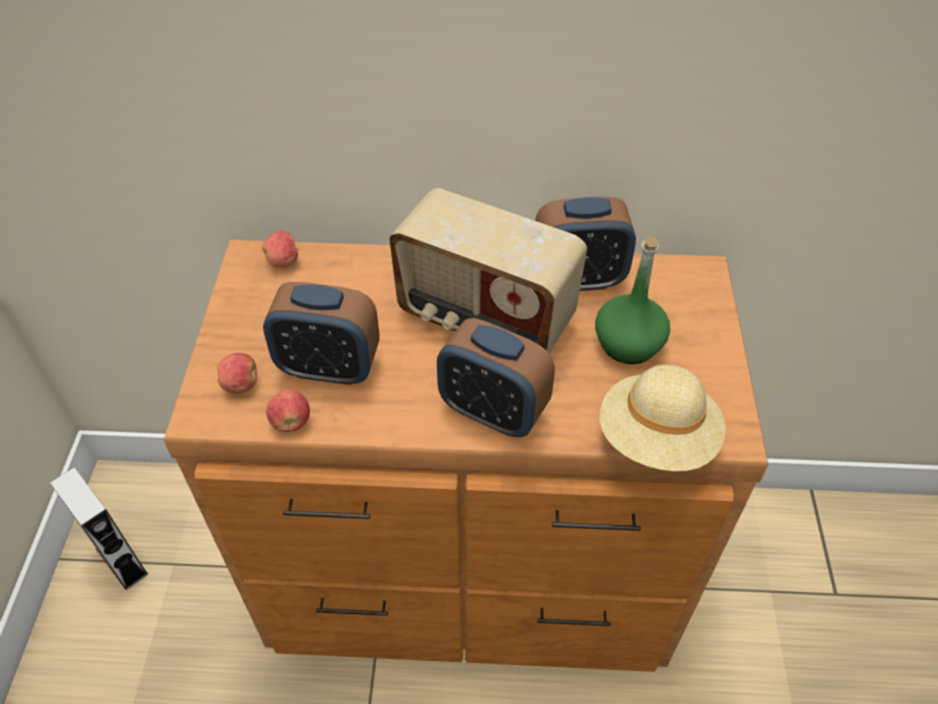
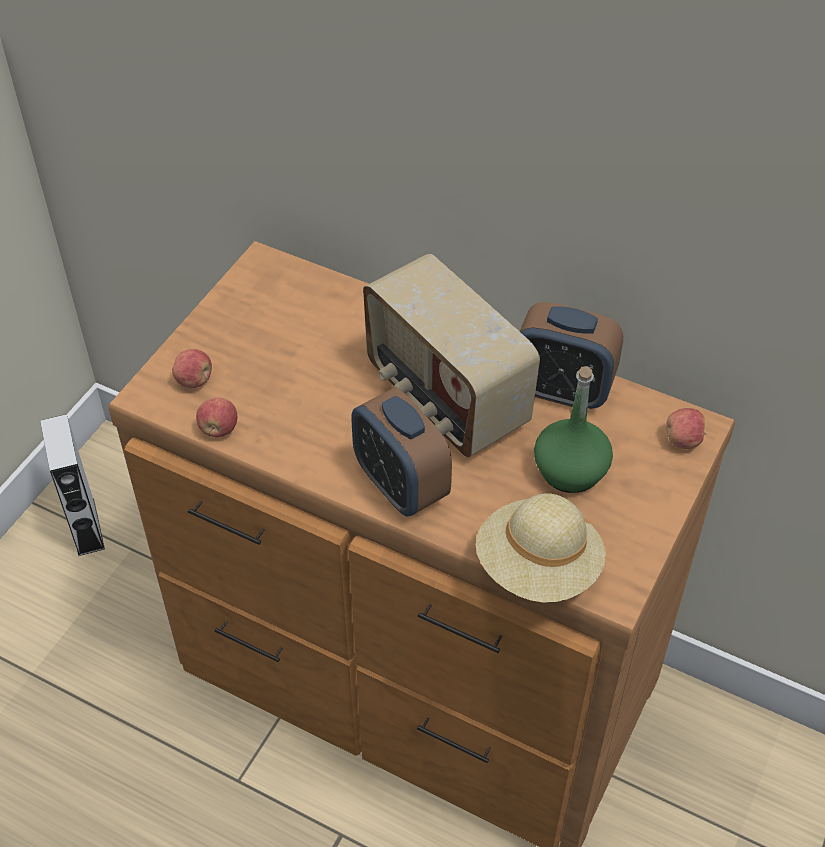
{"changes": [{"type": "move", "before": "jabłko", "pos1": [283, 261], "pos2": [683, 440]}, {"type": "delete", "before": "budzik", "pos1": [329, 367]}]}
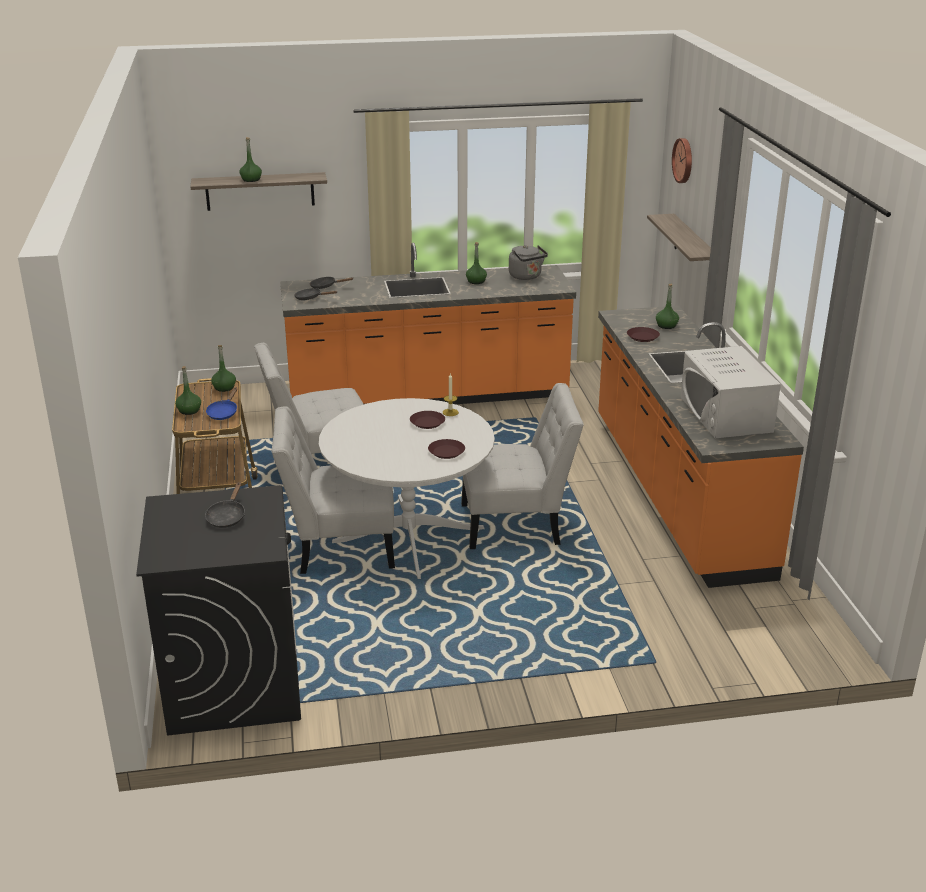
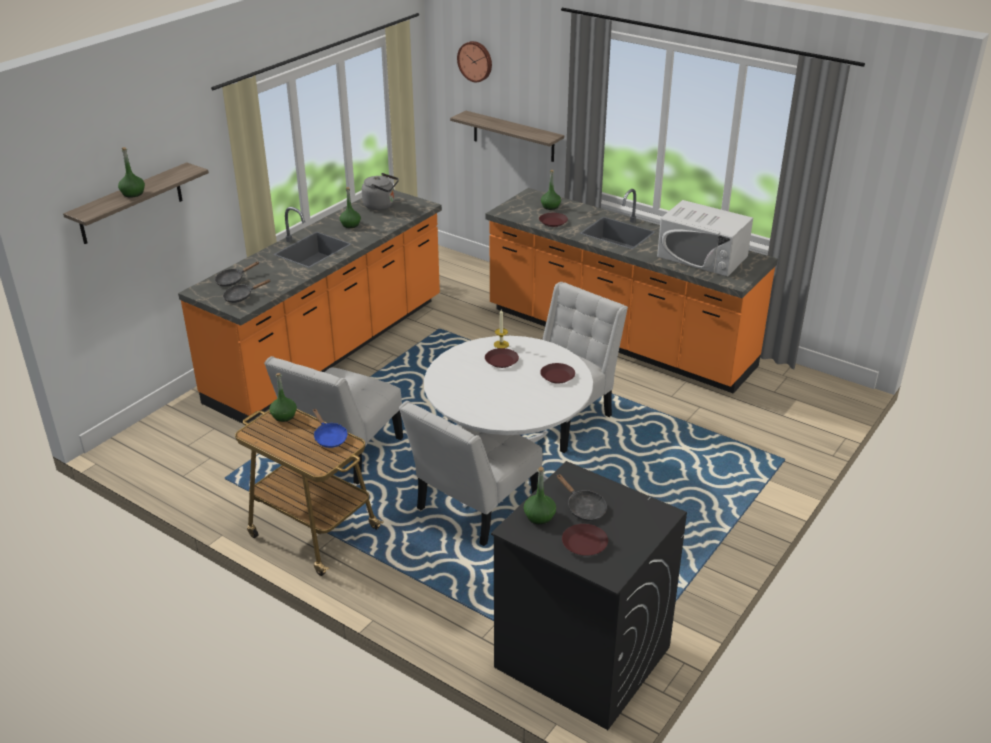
{"changes": [{"type": "move", "before": "butelka/zielony", "pos1": [189, 410], "pos2": [539, 517]}, {"type": "insert", "after": "talerz/brązowy", "pos2": [584, 544]}]}
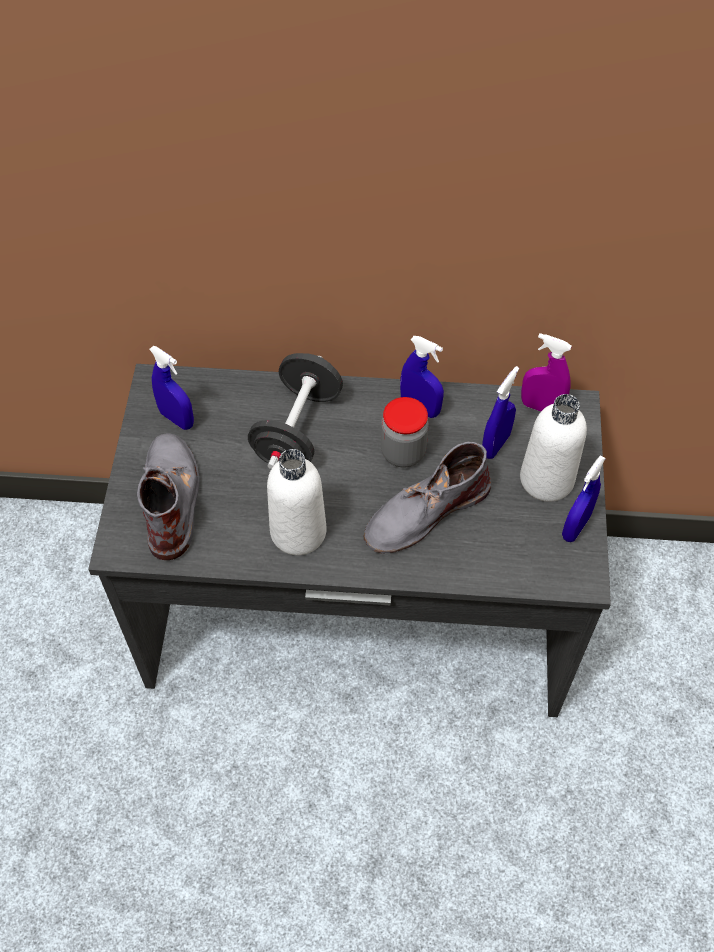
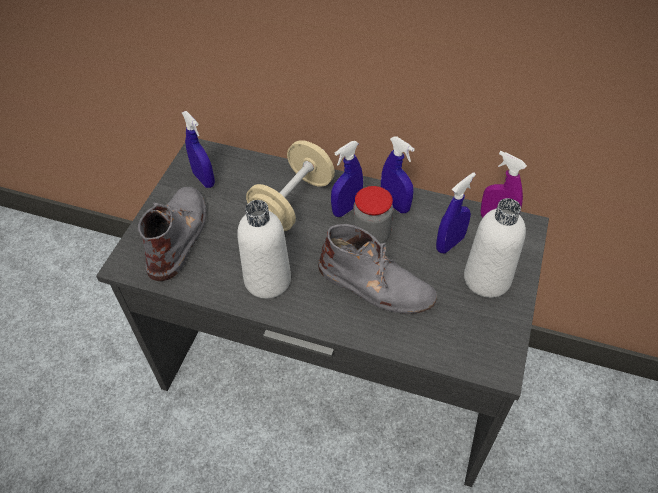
{"changes": [{"type": "recolor", "before": "hantel/czarny", "after": "hantel/beżowy", "pos1": [297, 430], "pos2": [292, 203]}, {"type": "rotate", "before": "but z cholewką/szary", "pos1": [425, 512], "pos2": [376, 285], "turn": -135}, {"type": "move", "before": "spryskiwacz/niebieski", "pos1": [575, 527], "pos2": [346, 208]}]}
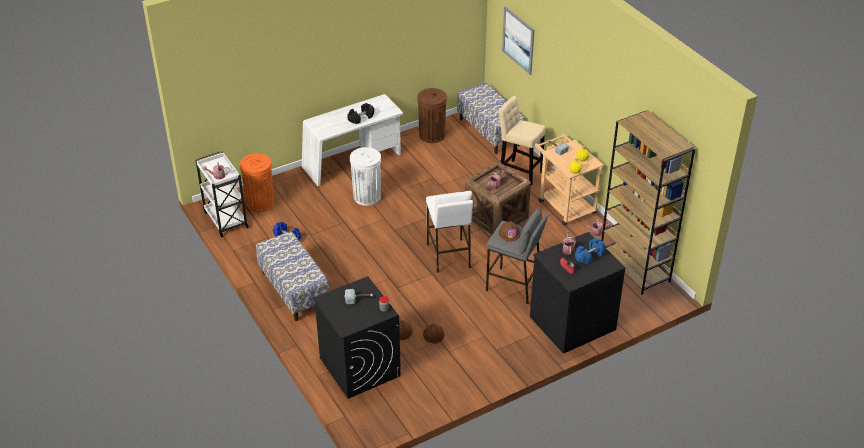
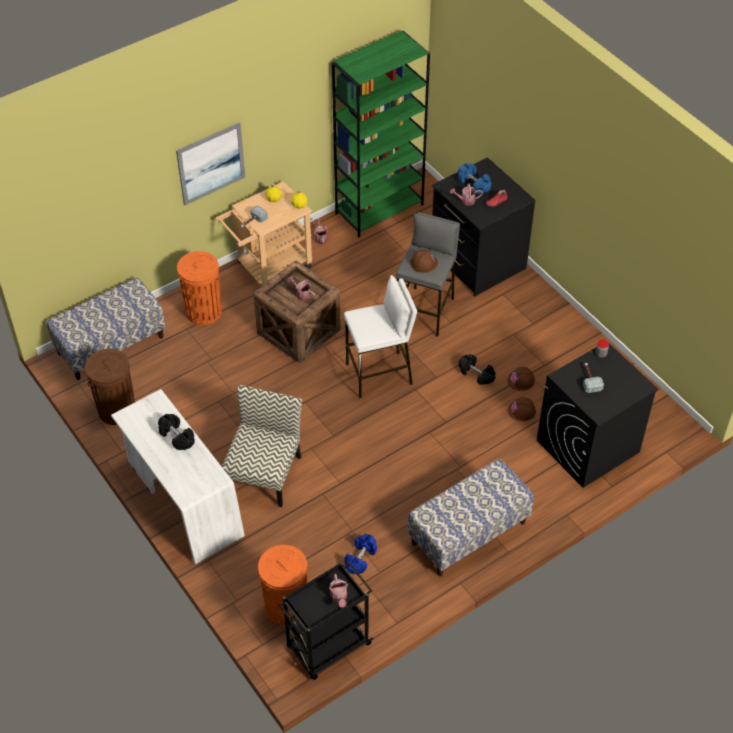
{"changes": [{"type": "move", "before": "obraz", "pos1": [518, 40], "pos2": [211, 163]}, {"type": "replace", "before": "stołek/beżowy", "after": "kosz na śmieci/pomarańczowy", "pos1": [519, 172], "pos2": [203, 311]}, {"type": "recolor", "before": "regał/brązowy", "after": "regał/zielony", "pos1": [635, 267], "pos2": [379, 209]}, {"type": "replace", "before": "kosz na śmieci/biały", "after": "krzesło", "pos1": [367, 197], "pos2": [264, 473]}, {"type": "recolor", "before": "wózek/biały", "after": "wózek/czarny", "pos1": [225, 219], "pos2": [327, 647]}, {"type": "insert", "after": "hantel/czarny", "pos2": [476, 374]}]}
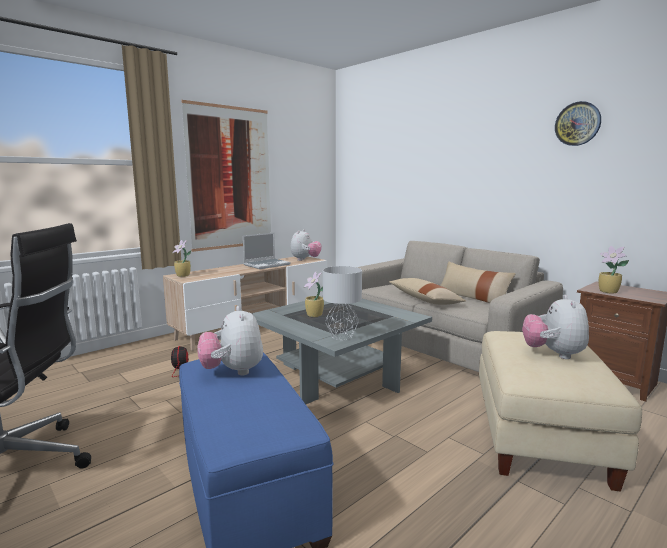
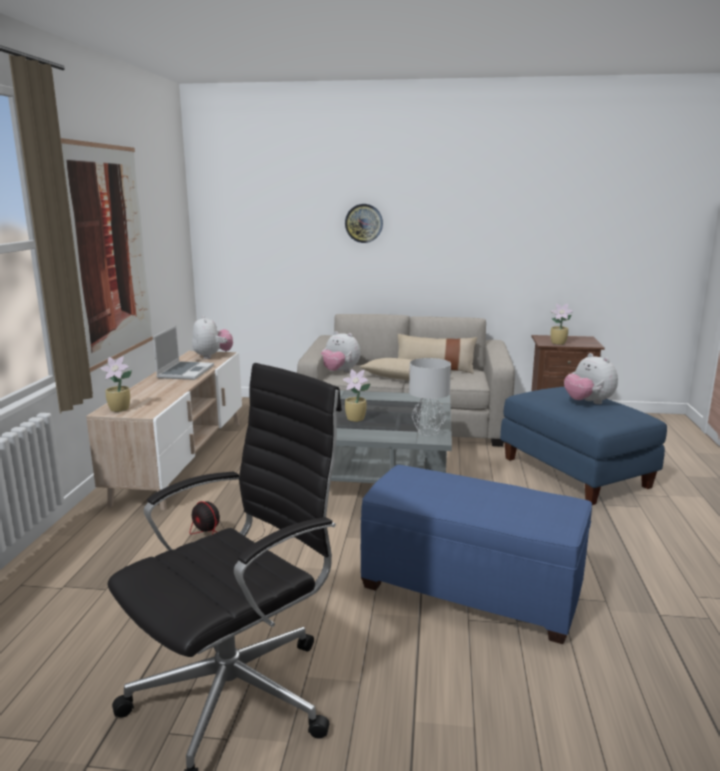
{"changes": [{"type": "move", "before": "zegar ścienny", "pos1": [577, 124], "pos2": [364, 223]}, {"type": "move", "before": "pluszak", "pos1": [233, 371], "pos2": [340, 371]}, {"type": "recolor", "before": "pufa/beżowy", "after": "pufa/niebieski", "pos1": [541, 436], "pos2": [576, 472]}]}
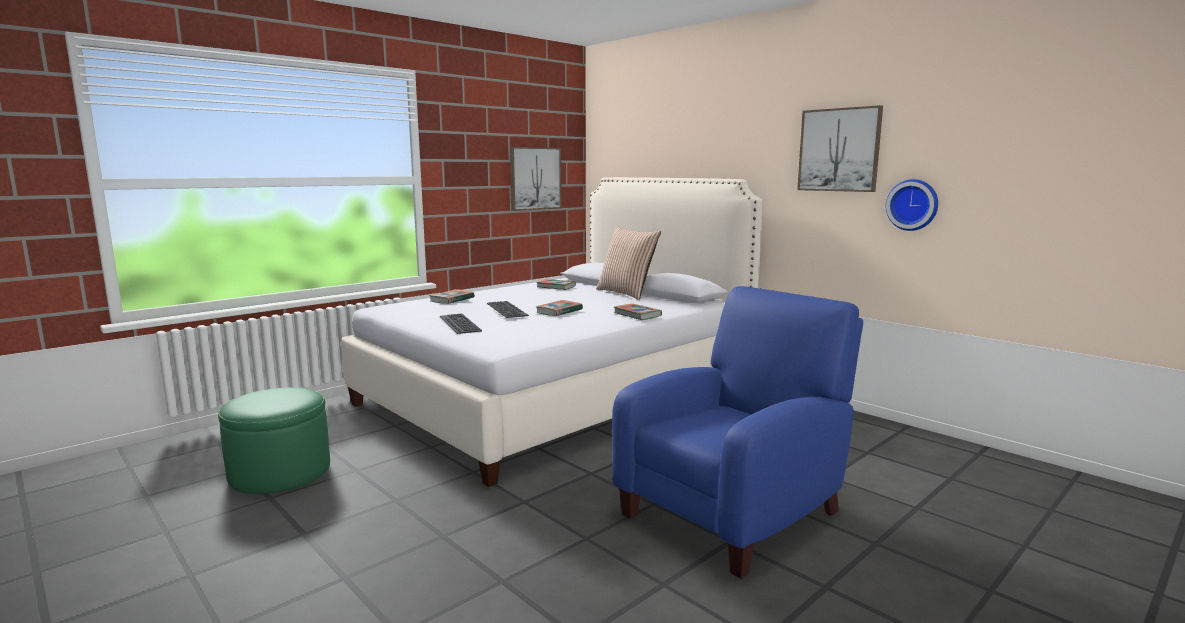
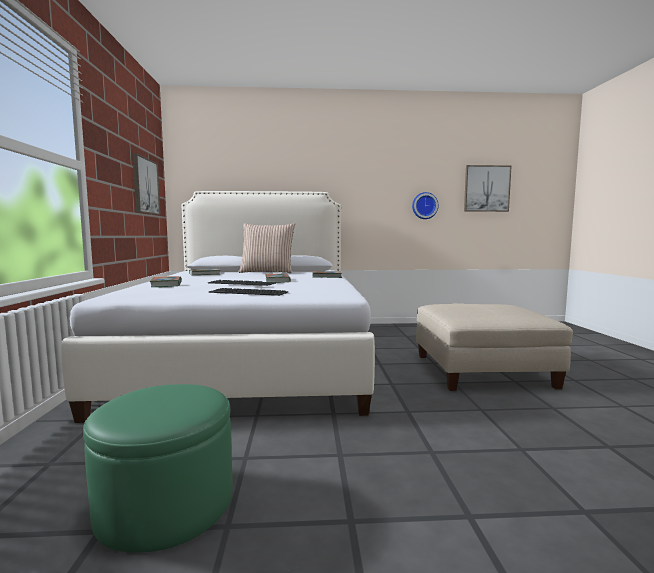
{"changes": [{"type": "move", "before": "obraz", "pos1": [839, 150], "pos2": [486, 188]}, {"type": "replace", "before": "fotel/niebieski", "after": "pufa/beżowy", "pos1": [736, 511], "pos2": [482, 370]}]}
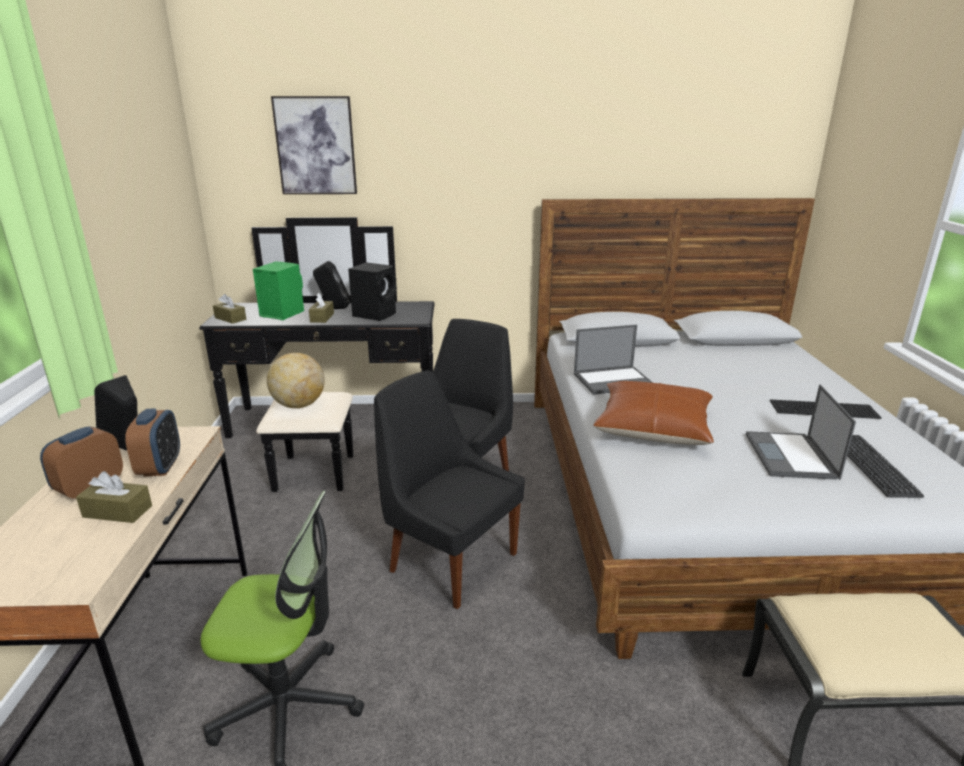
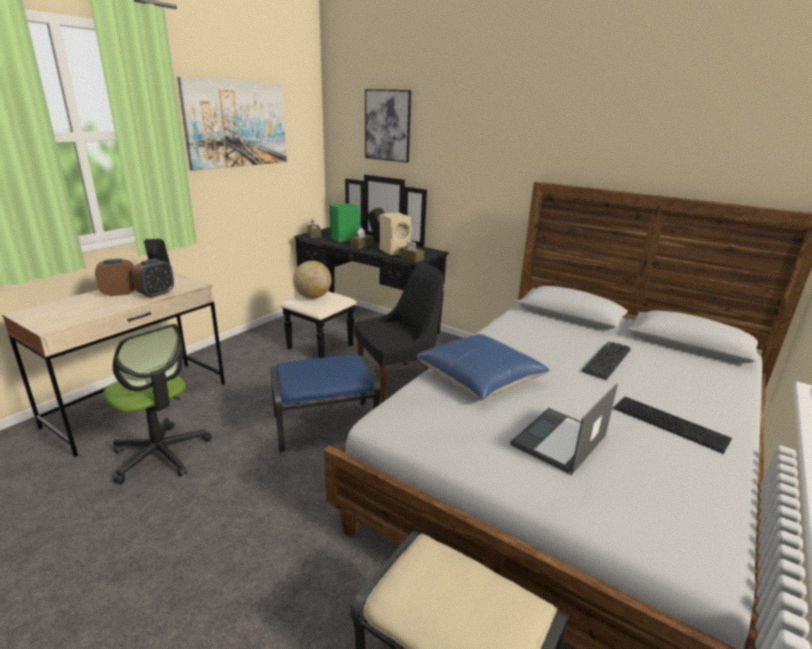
{"changes": [{"type": "recolor", "before": "głośnik/czarny", "after": "głośnik/beżowy", "pos1": [375, 314], "pos2": [395, 251]}, {"type": "delete", "before": "laptop", "pos1": [614, 380]}, {"type": "replace", "before": "krzesło/czarny", "after": "pufa/niebieski", "pos1": [449, 560], "pos2": [326, 425]}, {"type": "recolor", "before": "poduszka/brązowy", "after": "poduszka/niebieski", "pos1": [653, 427], "pos2": [479, 378]}, {"type": "move", "before": "klawiatura", "pos1": [872, 466], "pos2": [607, 360]}, {"type": "move", "before": "pudełko chusteczek/brązowy", "pos1": [117, 511], "pos2": [411, 258]}, {"type": "insert", "after": "obraz", "pos2": [236, 124]}]}
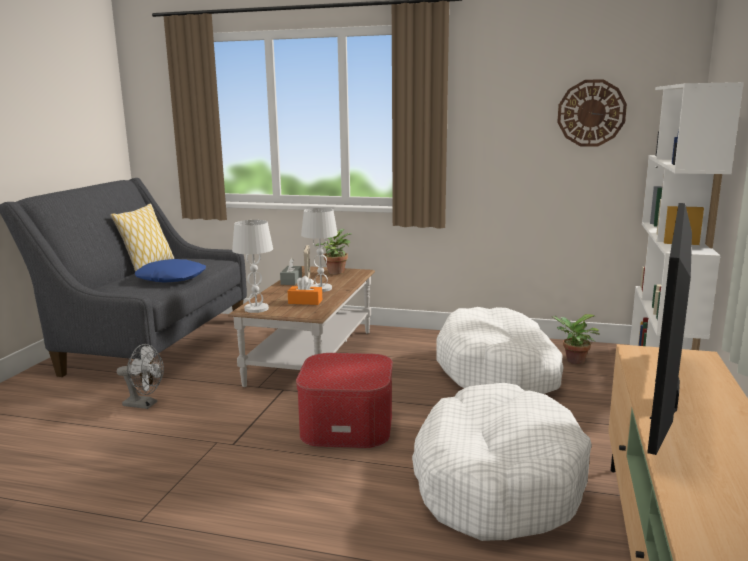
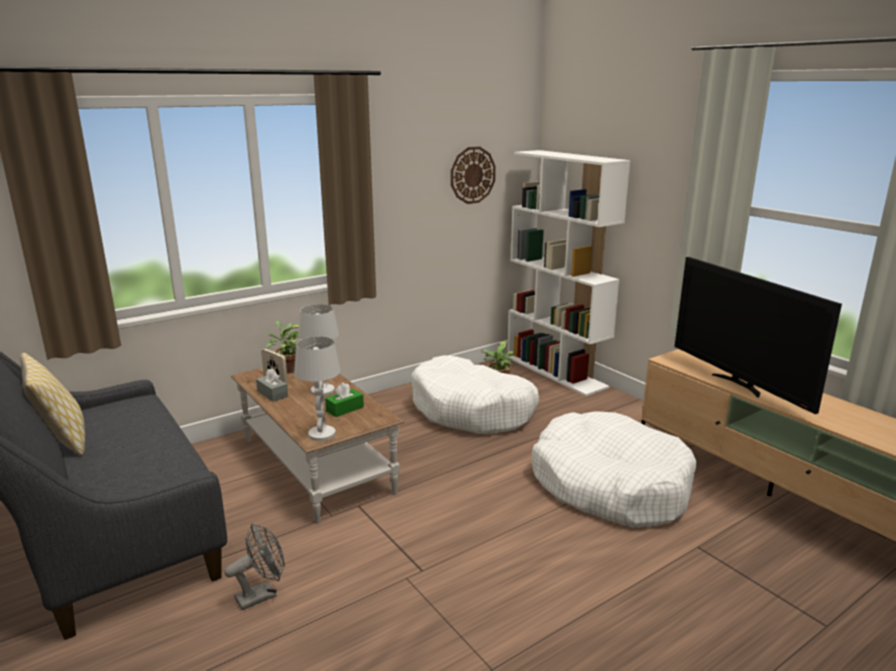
{"changes": [{"type": "delete", "before": "poduszka/niebieski", "pos1": [172, 278]}, {"type": "recolor", "before": "pudełko chusteczek/pomarańczowy", "after": "pudełko chusteczek/zielony", "pos1": [305, 302], "pos2": [345, 409]}, {"type": "delete", "before": "pufa", "pos1": [347, 424]}]}
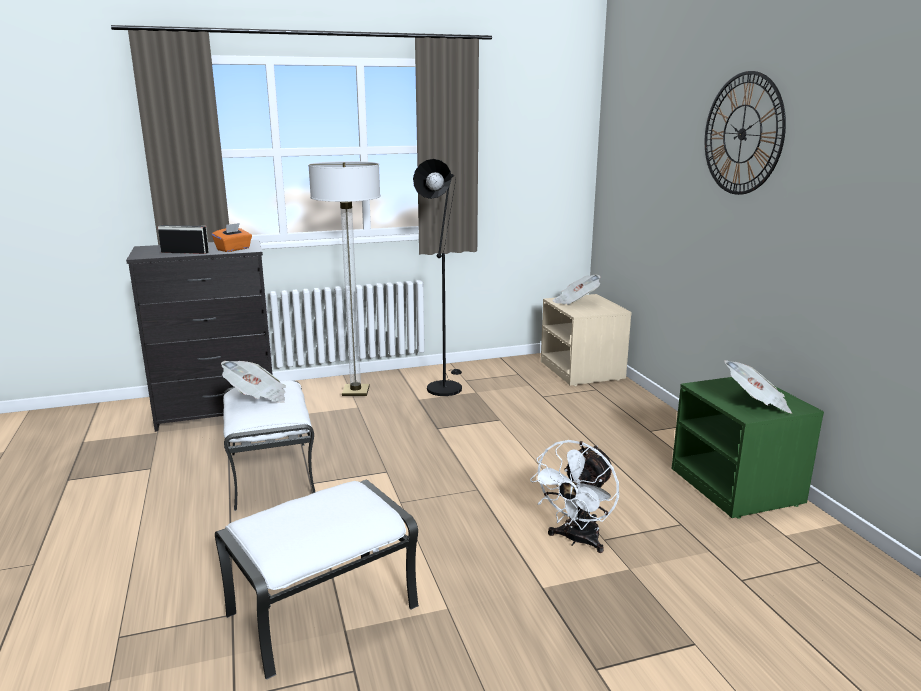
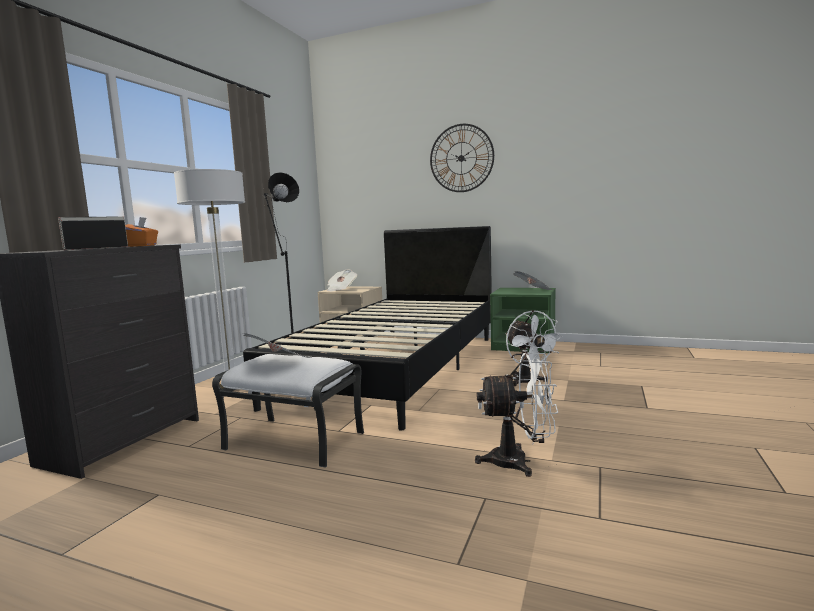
{"changes": [{"type": "replace", "before": "pufa/biały", "after": "wentylator/biały", "pos1": [323, 609], "pos2": [519, 462]}, {"type": "insert", "after": "łóżko/czarny", "pos2": [396, 367]}]}
